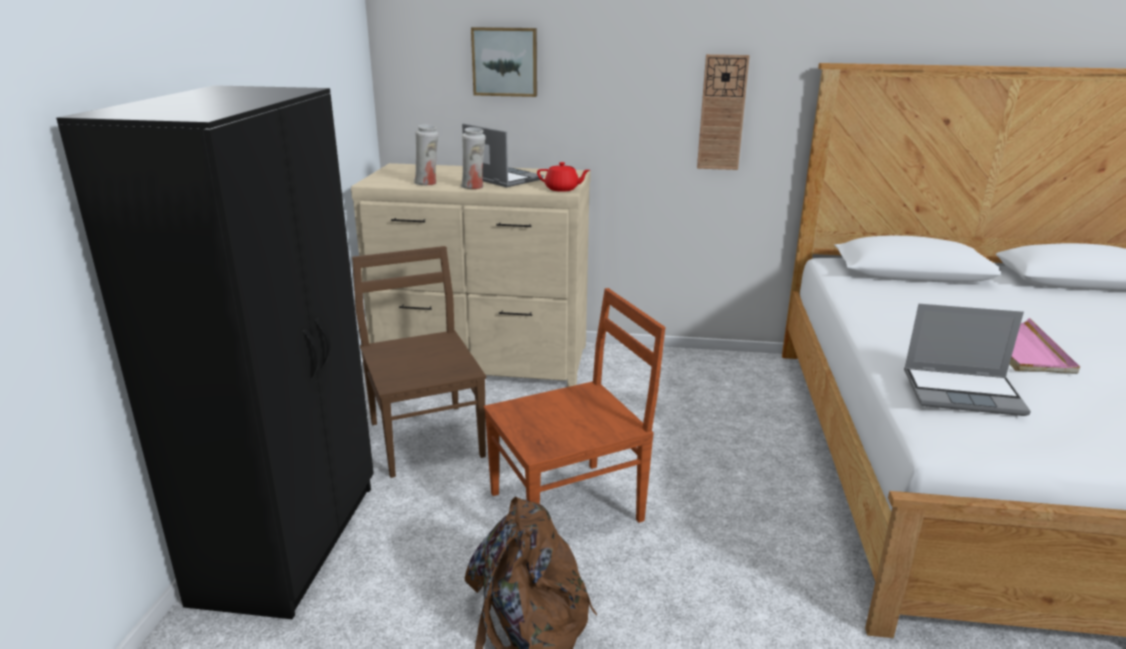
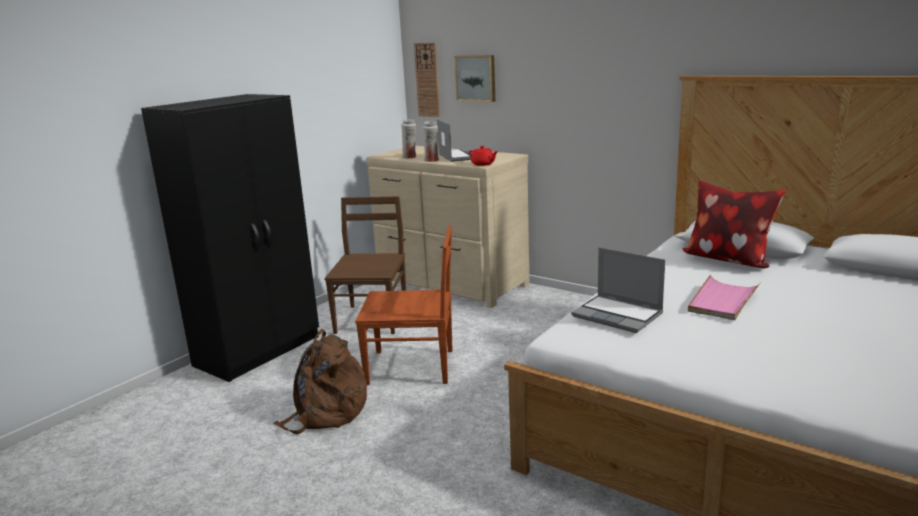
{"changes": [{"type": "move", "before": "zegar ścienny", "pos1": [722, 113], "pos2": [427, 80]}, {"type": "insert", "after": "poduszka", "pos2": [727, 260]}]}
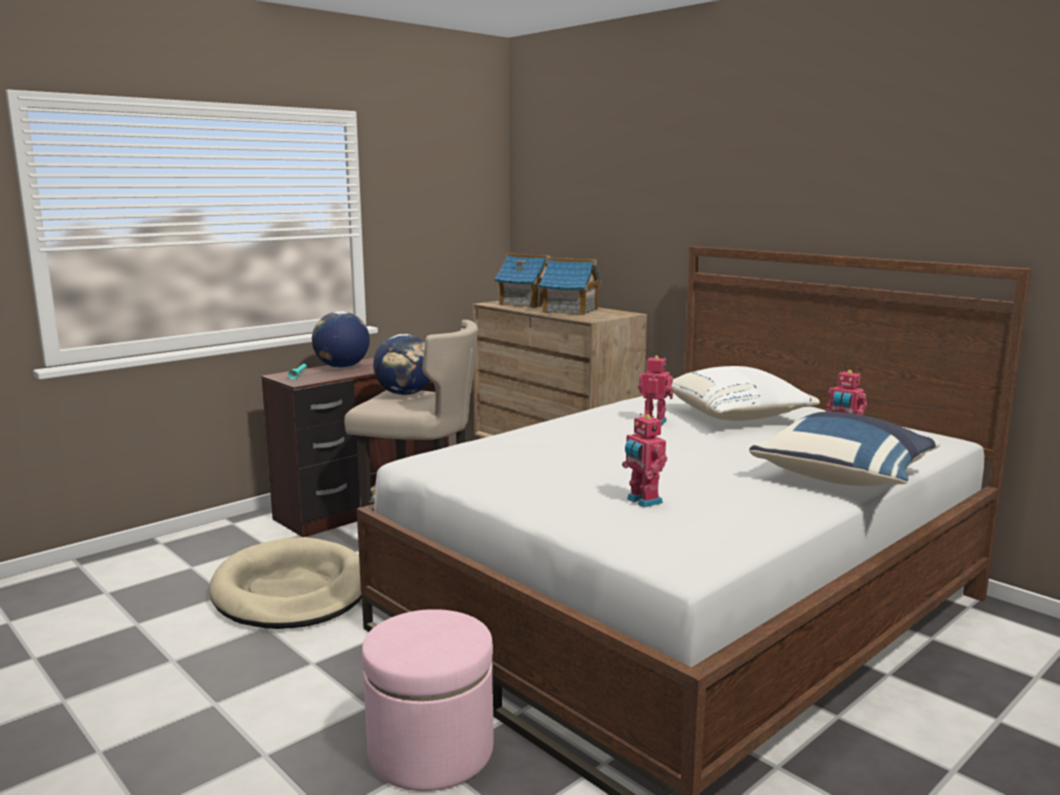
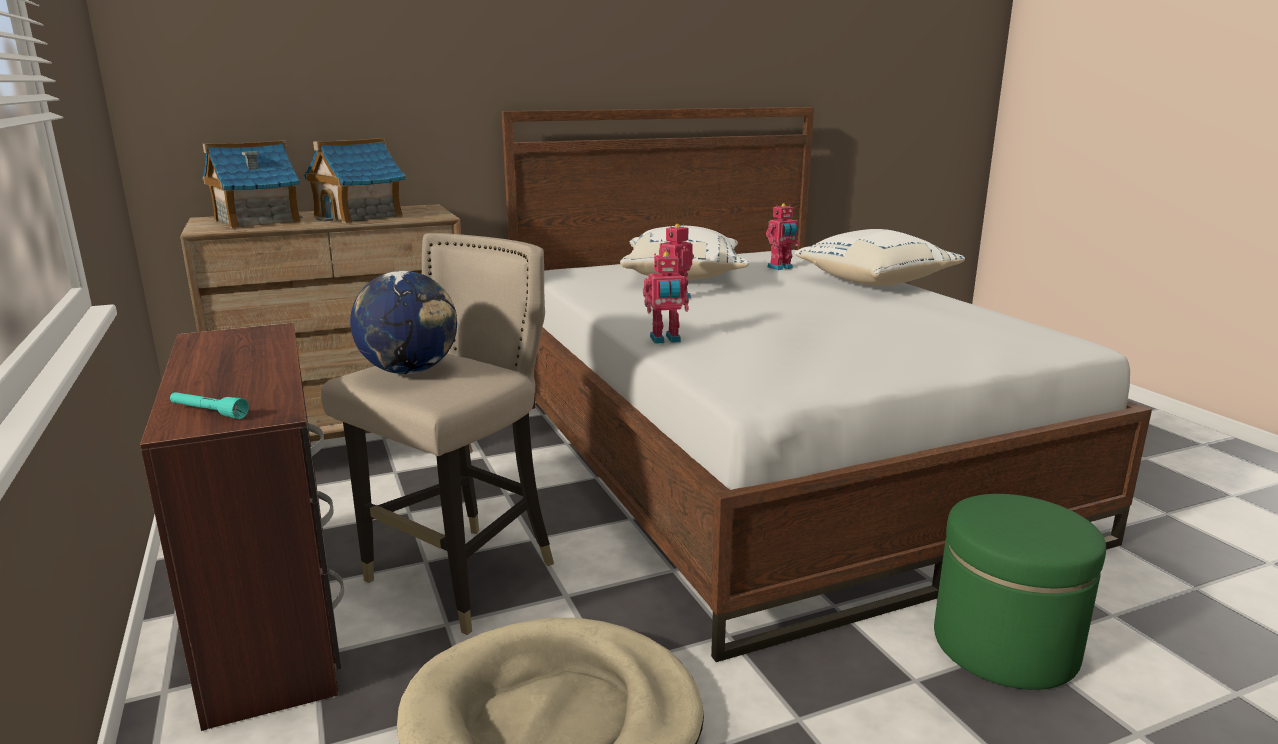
{"changes": [{"type": "delete", "before": "globus", "pos1": [342, 367]}, {"type": "recolor", "before": "poduszka/niebieski", "after": "poduszka/biały", "pos1": [845, 477], "pos2": [874, 282]}, {"type": "move", "before": "robot zabawkowy", "pos1": [642, 501], "pos2": [665, 340]}, {"type": "recolor", "before": "pufa/różowy", "after": "pufa/zielony", "pos1": [431, 750], "pos2": [1004, 645]}]}
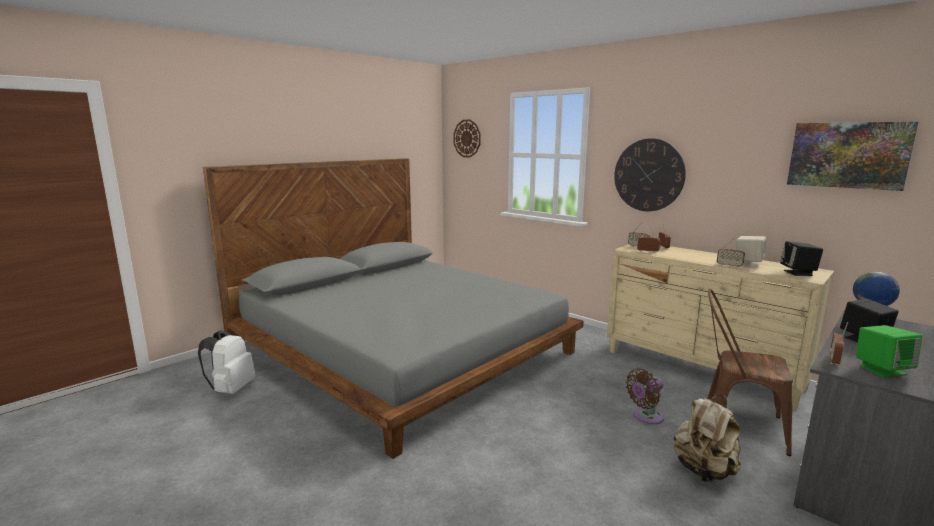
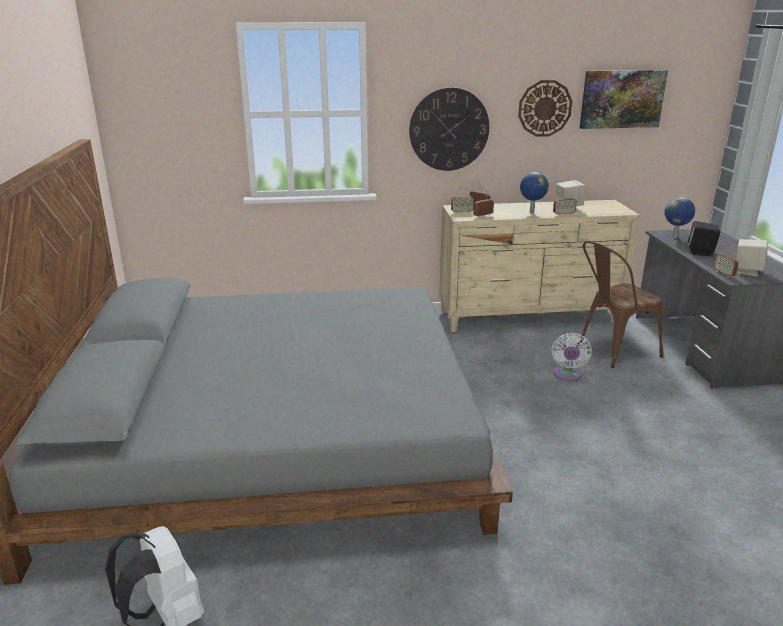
{"changes": [{"type": "move", "before": "zegar ścienny", "pos1": [467, 138], "pos2": [544, 108]}, {"type": "delete", "before": "głośnik/czarny", "pos1": [798, 273]}, {"type": "recolor", "before": "głośnik/zielony", "after": "głośnik/beżowy", "pos1": [882, 370], "pos2": [747, 271]}, {"type": "recolor", "before": "wentylator/brązowy", "after": "wentylator/biały", "pos1": [646, 417], "pos2": [567, 375]}, {"type": "delete", "before": "plecak/beżowy", "pos1": [704, 471]}, {"type": "insert", "after": "globus", "pos2": [531, 212]}]}
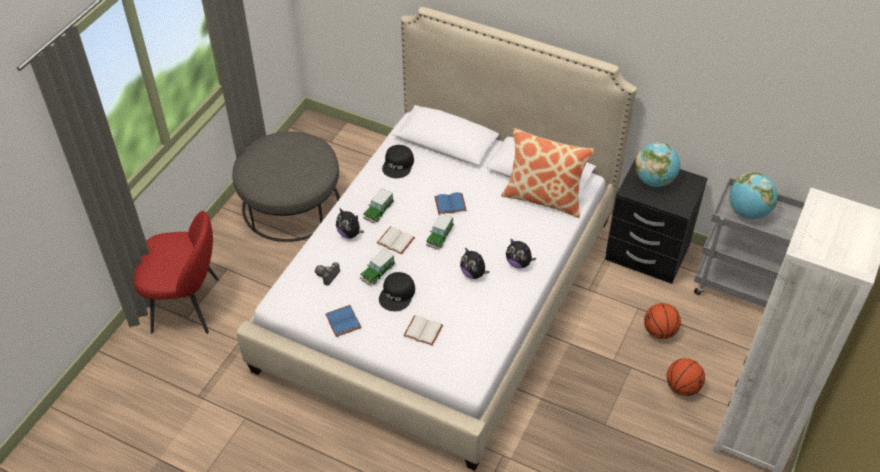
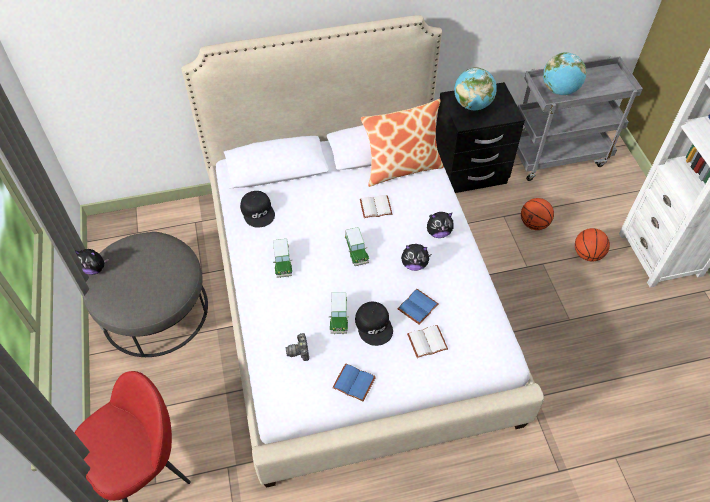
{"changes": [{"type": "move", "before": "książka/niebieski", "pos1": [450, 205], "pos2": [418, 308]}, {"type": "move", "before": "pluszak", "pos1": [350, 233], "pos2": [95, 268]}, {"type": "move", "before": "książka/biały", "pos1": [396, 240], "pos2": [376, 206]}]}
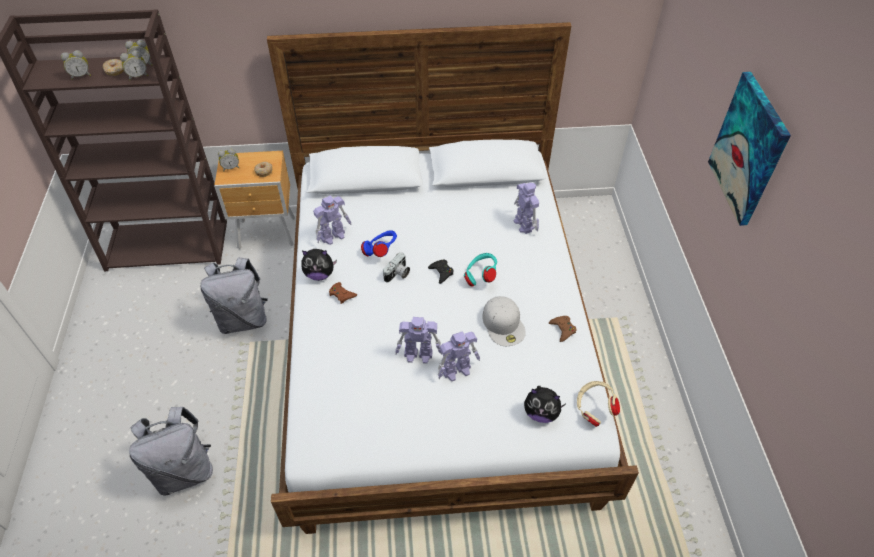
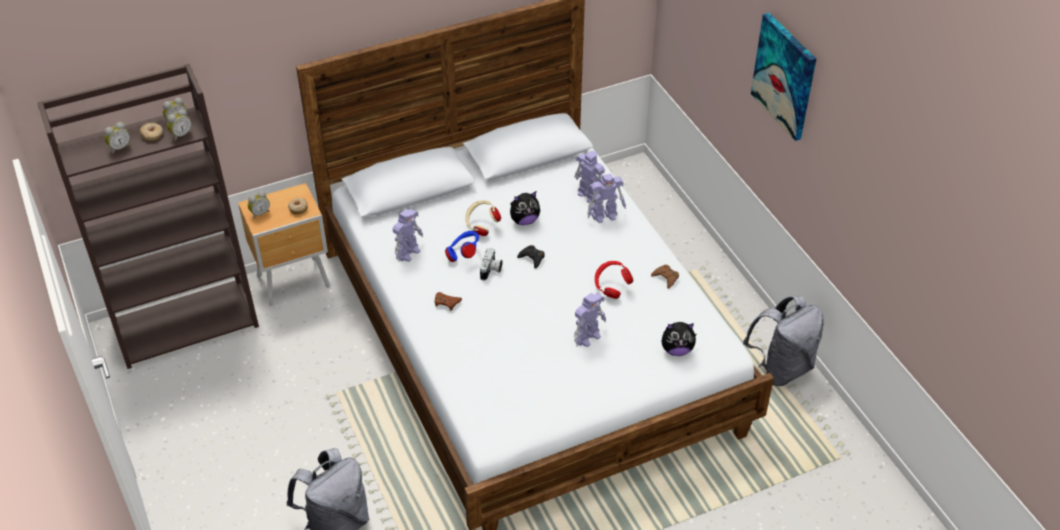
{"changes": [{"type": "move", "before": "pluszak", "pos1": [319, 274], "pos2": [524, 220]}, {"type": "delete", "before": "słuchawki/turkusowy", "pos1": [480, 277]}, {"type": "move", "before": "plecak/szary", "pos1": [243, 319], "pos2": [781, 368]}, {"type": "replace", "before": "czapka z daszkiem/biały", "after": "słuchawki/czerwony", "pos1": [504, 324], "pos2": [611, 287]}, {"type": "move", "before": "robot zabawkowy", "pos1": [419, 355], "pos2": [605, 215]}, {"type": "move", "before": "słuchawki/beżowy", "pos1": [594, 409], "pos2": [482, 226]}]}
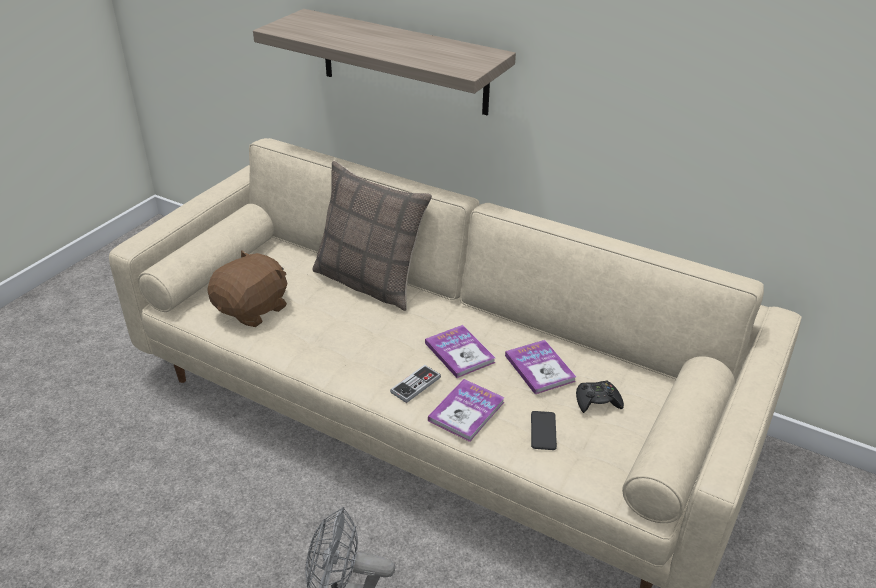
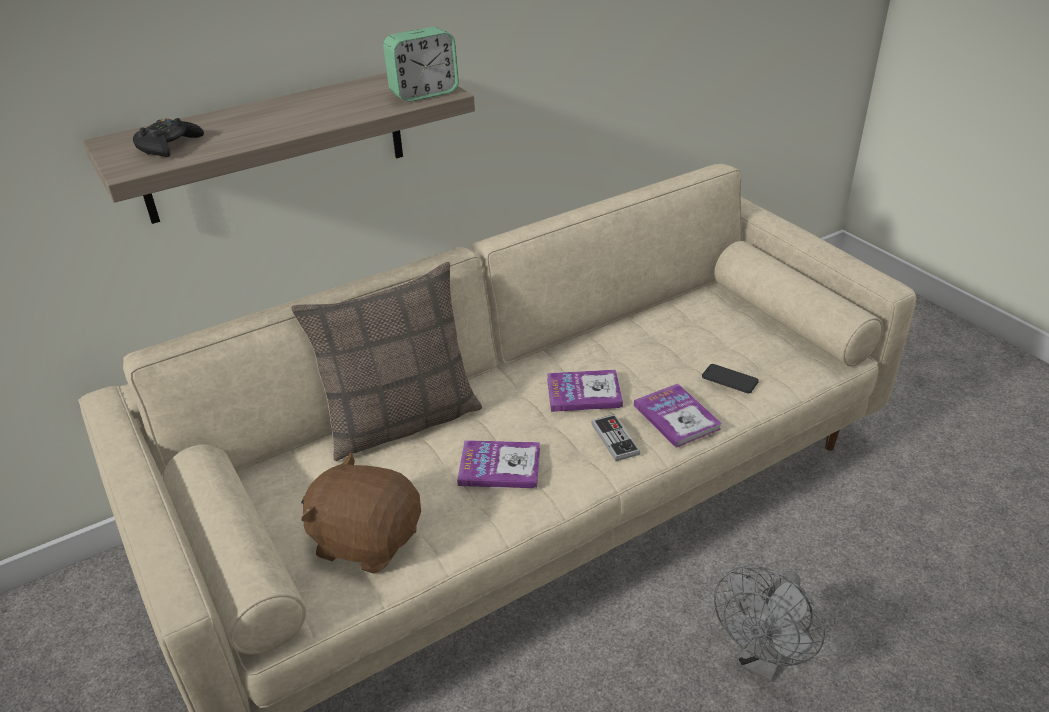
{"changes": [{"type": "rotate", "before": "pluszak/brązowy", "pos1": [253, 309], "pos2": [366, 539], "turn": -45}, {"type": "move", "before": "książka", "pos1": [539, 368], "pos2": [499, 466]}, {"type": "move", "before": "pad do gier/czarny", "pos1": [597, 401], "pos2": [169, 146]}, {"type": "insert", "after": "budzik", "pos2": [424, 93]}]}
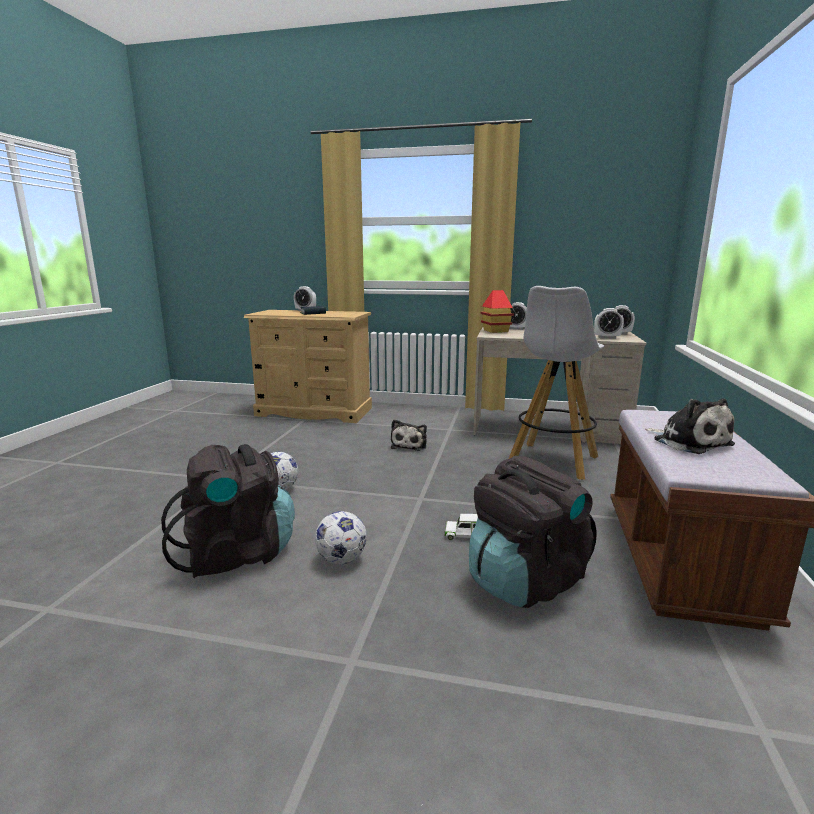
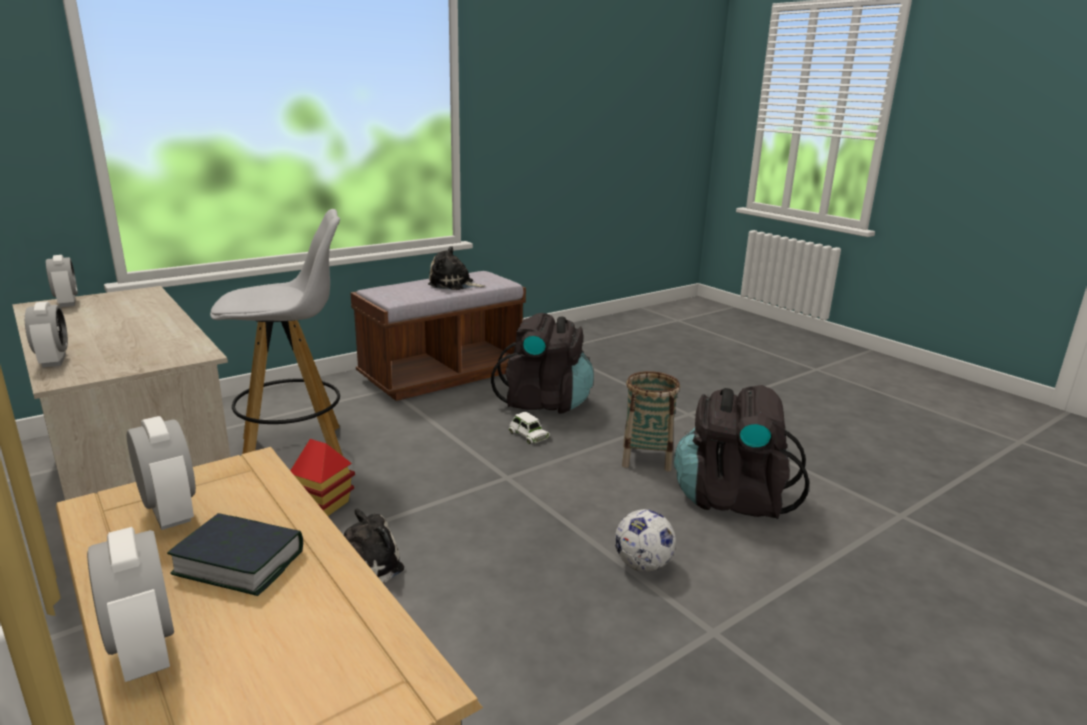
{"changes": [{"type": "move", "before": "domek", "pos1": [495, 331], "pos2": [324, 506]}, {"type": "move", "before": "budzik", "pos1": [607, 338], "pos2": [170, 513]}, {"type": "rotate", "before": "pluszak", "pos1": [689, 442], "pos2": [453, 284], "turn": -90}, {"type": "replace", "before": "piłka futbolowa", "after": "koszyk", "pos1": [341, 560], "pos2": [646, 458]}]}
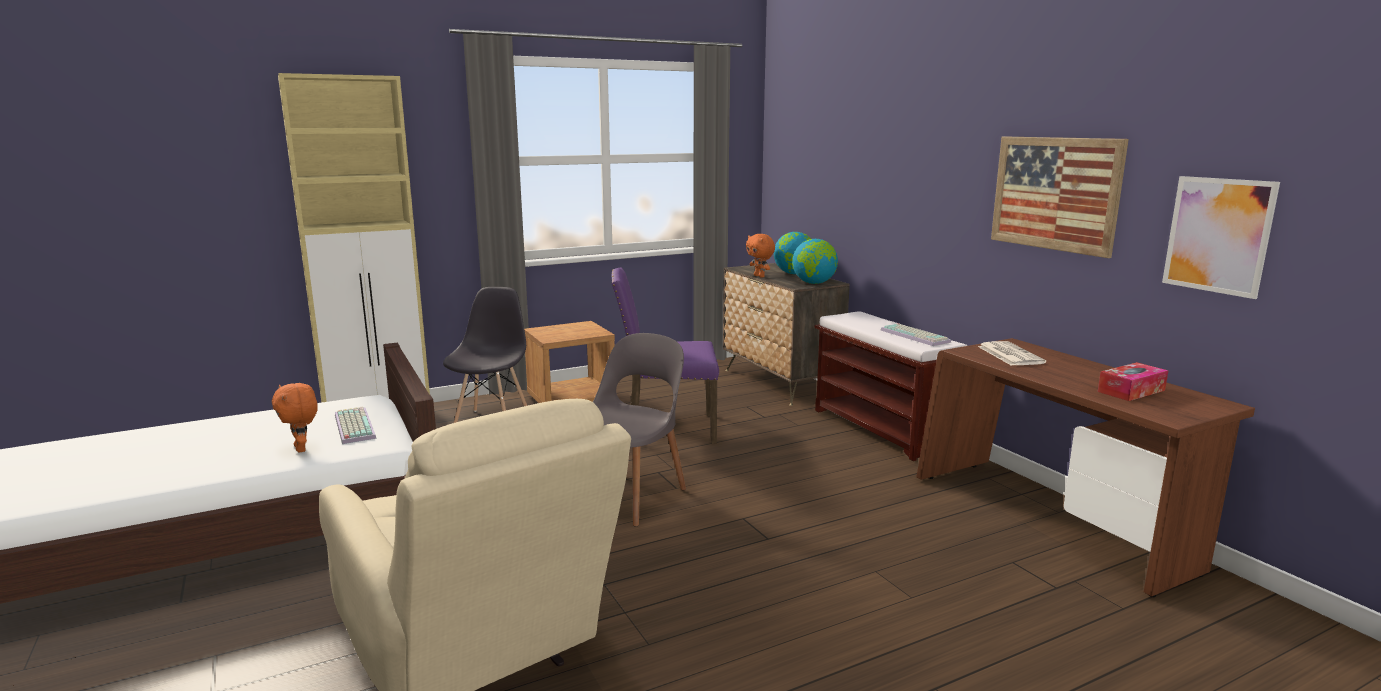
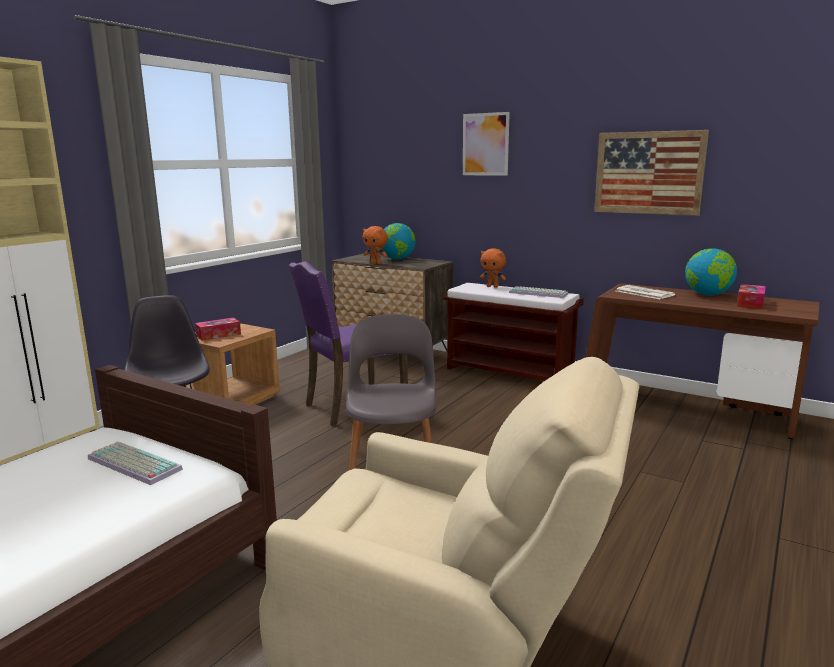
{"changes": [{"type": "move", "before": "obraz", "pos1": [1218, 235], "pos2": [485, 144]}, {"type": "move", "before": "globus", "pos1": [813, 283], "pos2": [708, 295]}, {"type": "move", "before": "pluszak/pomarańczowy", "pos1": [302, 449], "pos2": [492, 286]}, {"type": "insert", "after": "pudełko chusteczek", "pos2": [218, 335]}]}
